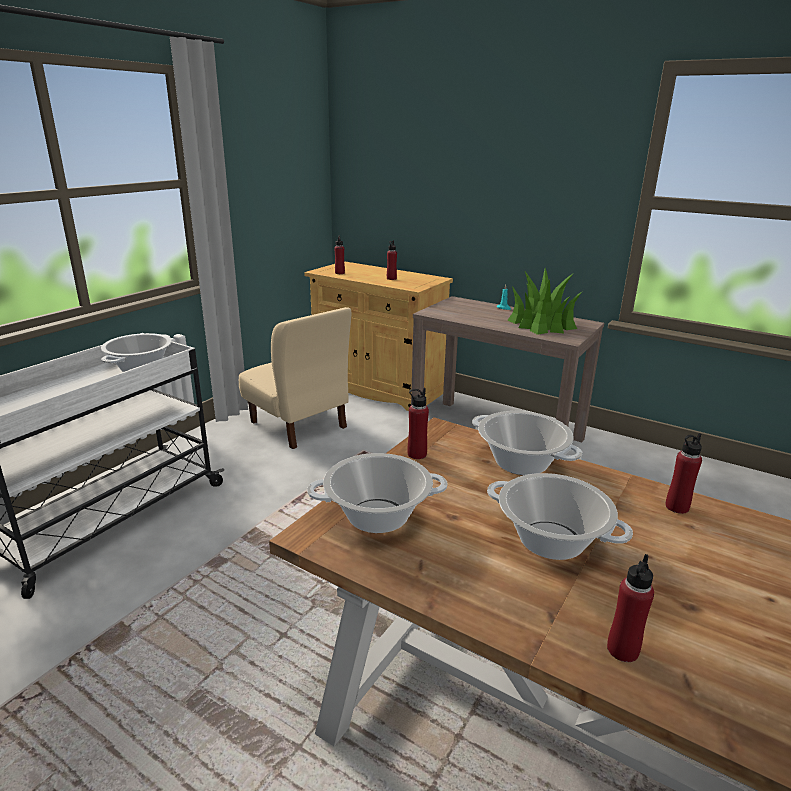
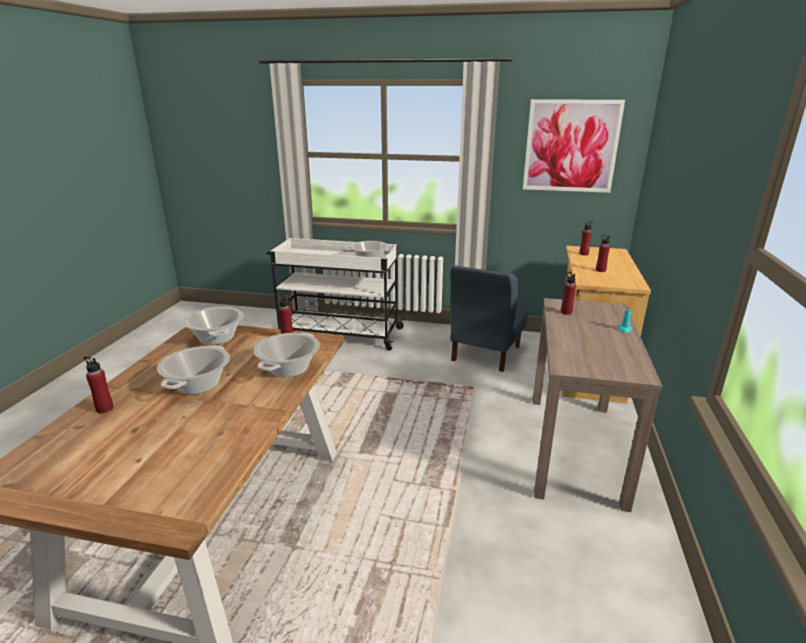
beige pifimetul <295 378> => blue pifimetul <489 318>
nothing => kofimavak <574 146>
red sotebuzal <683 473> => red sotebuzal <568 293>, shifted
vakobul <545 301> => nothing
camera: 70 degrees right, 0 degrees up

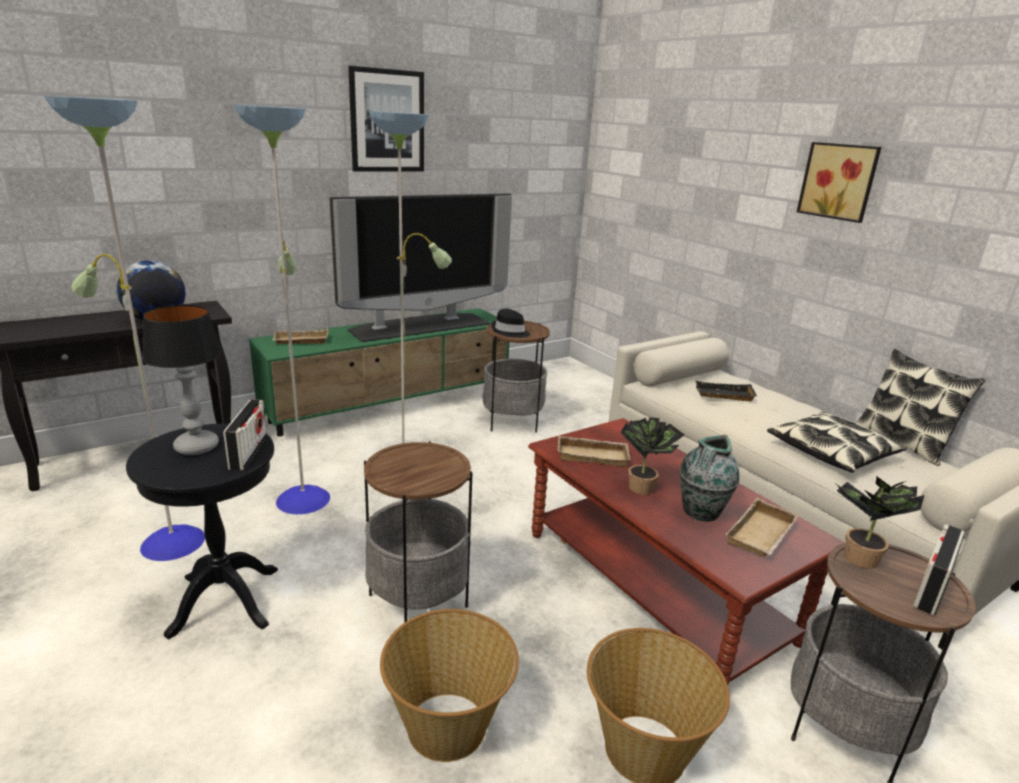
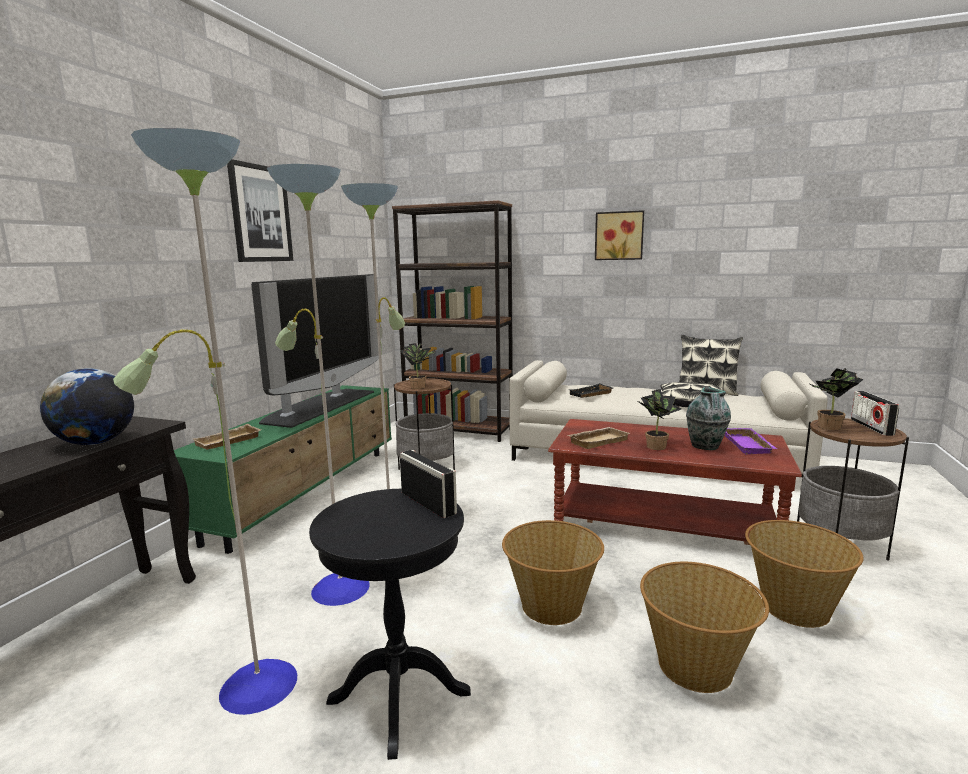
nothing => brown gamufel <452 321>
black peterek <510 323> => vakobul <418 366>
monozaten <418 532> => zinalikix <553 572>
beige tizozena <762 527> => purple tizozena <751 441>
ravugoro <182 380> => nothing
camera: 35 degrees left, 10 degrees down

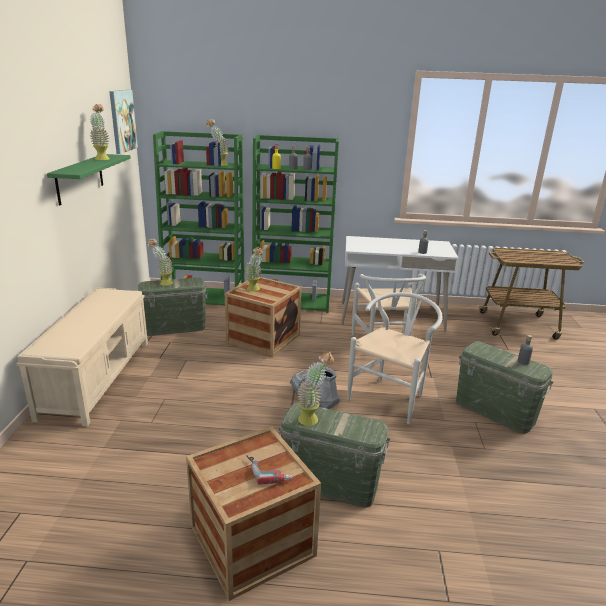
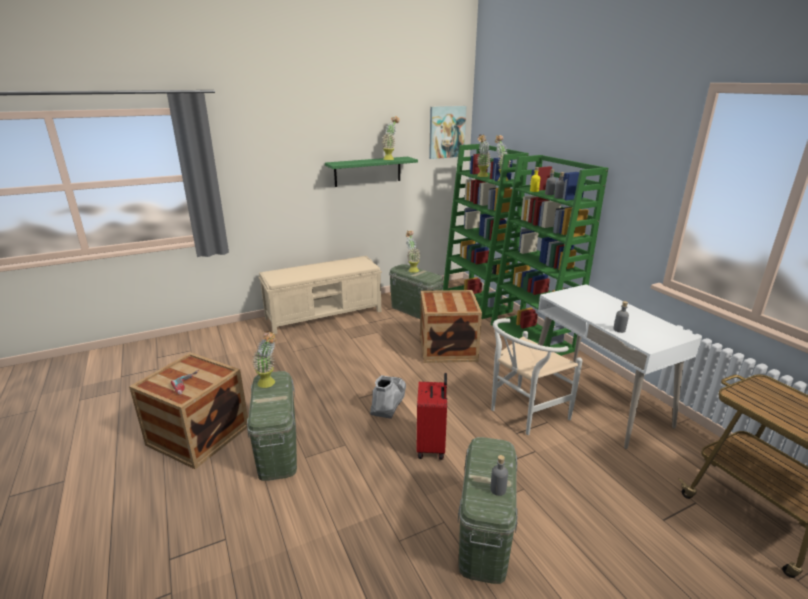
white pifimetul <395 358> => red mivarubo <431 416>
vakobul <253 268> => vakobul <484 155>, shifted
camera: 60 degrees right, 0 degrees up

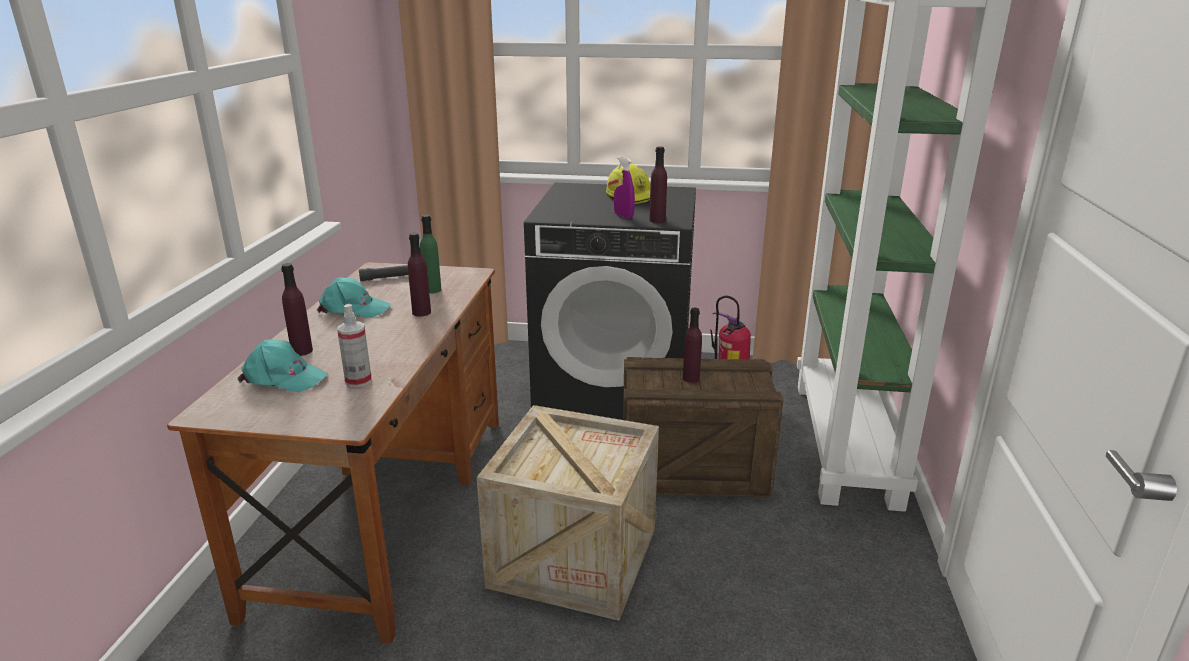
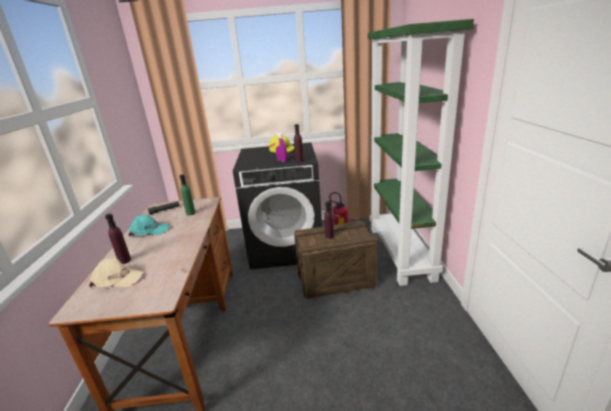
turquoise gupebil <283 365> => beige gupebil <116 273>
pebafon <354 346> => nothing
purple sotebuzal <419 274> => nothing
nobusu <568 513> => nothing
camera: 10 degrees left, 0 degrees up

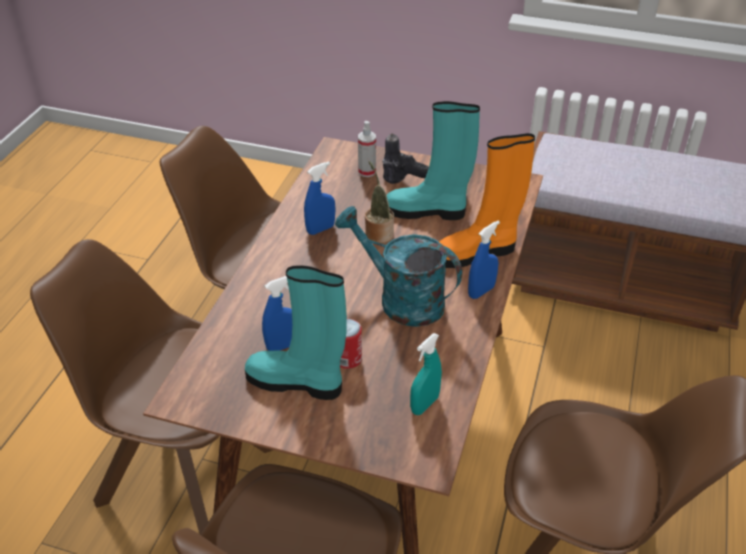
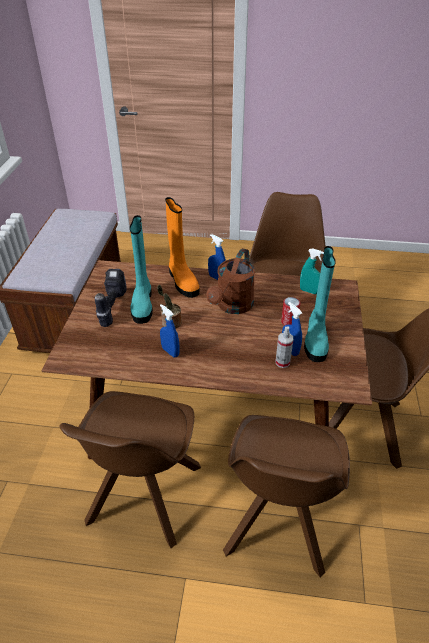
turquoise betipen <398 266> => brown betipen <230 281>
pebafon <367 149> => pebafon <284 347>, shifted
camera: 100 degrees left, 0 degrees up

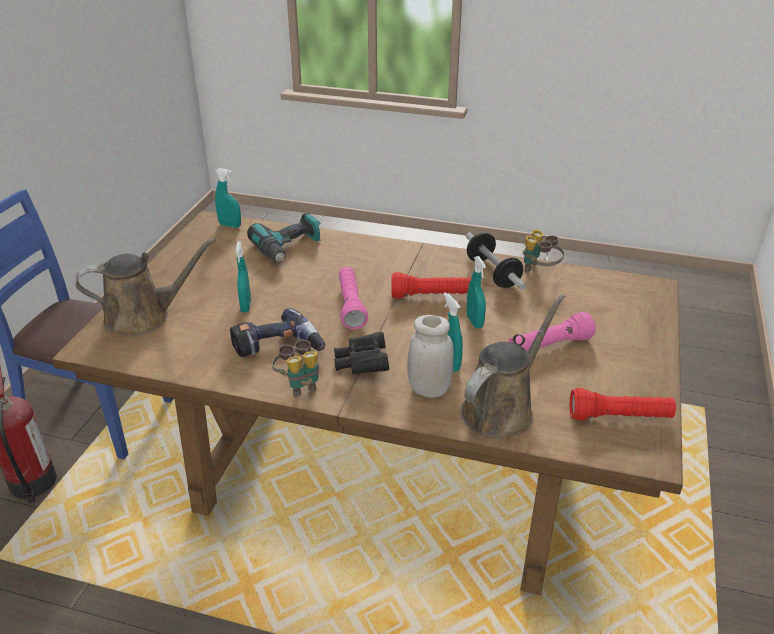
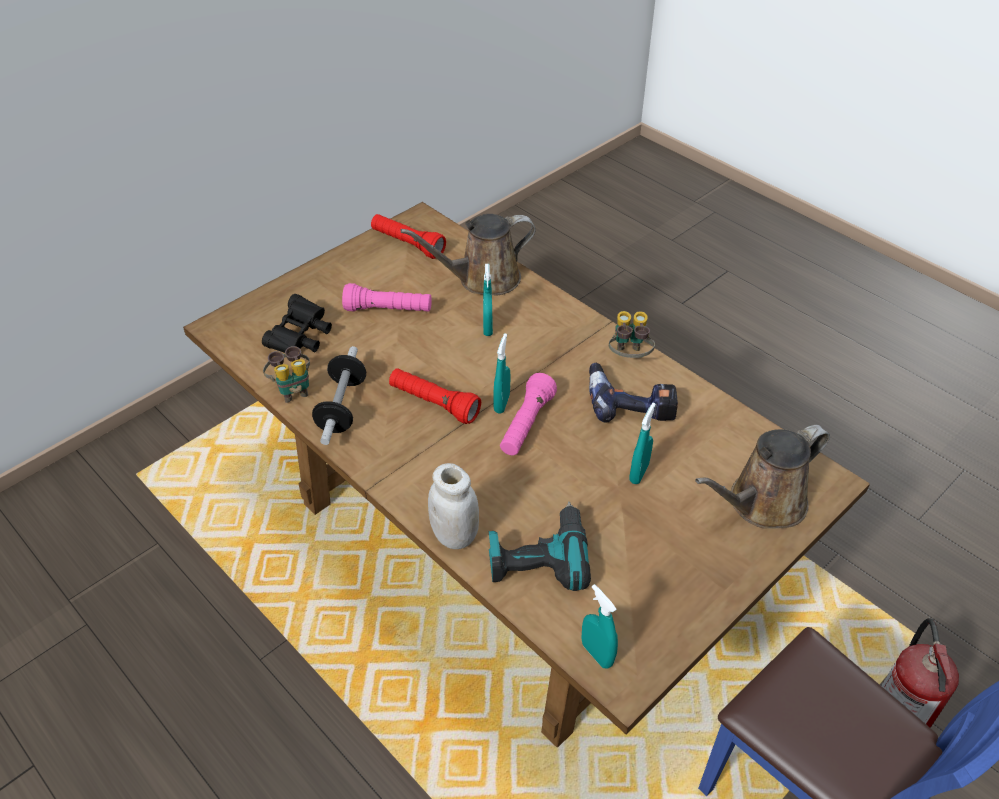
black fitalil <361 353> => black fitalil <297 323>, shifted
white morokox <430 356> => white morokox <453 506>, shifted
turquoise pebafon <476 292> => turquoise pebafon <502 373>, shifted
brown betipen <146 286> => brown betipen <762 477>, 45 degrees counterclockwise
camera: 150 degrees left, 10 degrees up

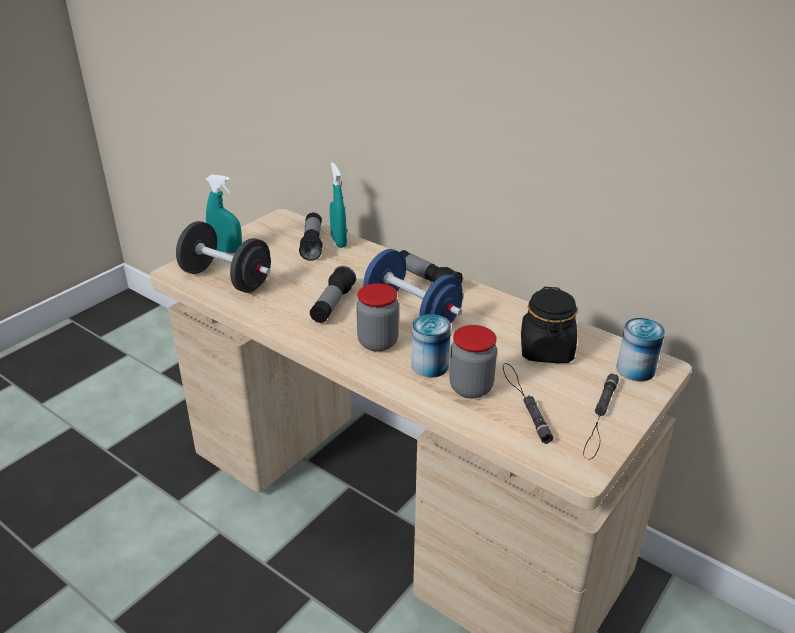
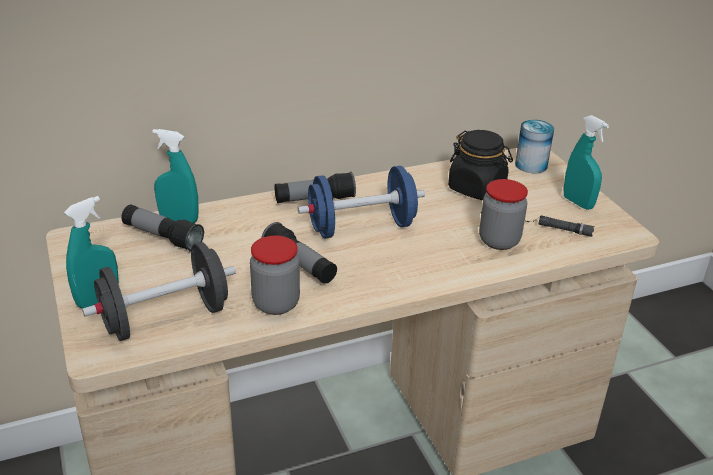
morokox <377 317> => morokox <275 275>, shifted
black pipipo <601 416> => turquoise pebafon <586 162>
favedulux <431 346> => nothing
camera: 60 degrees left, 0 degrees up

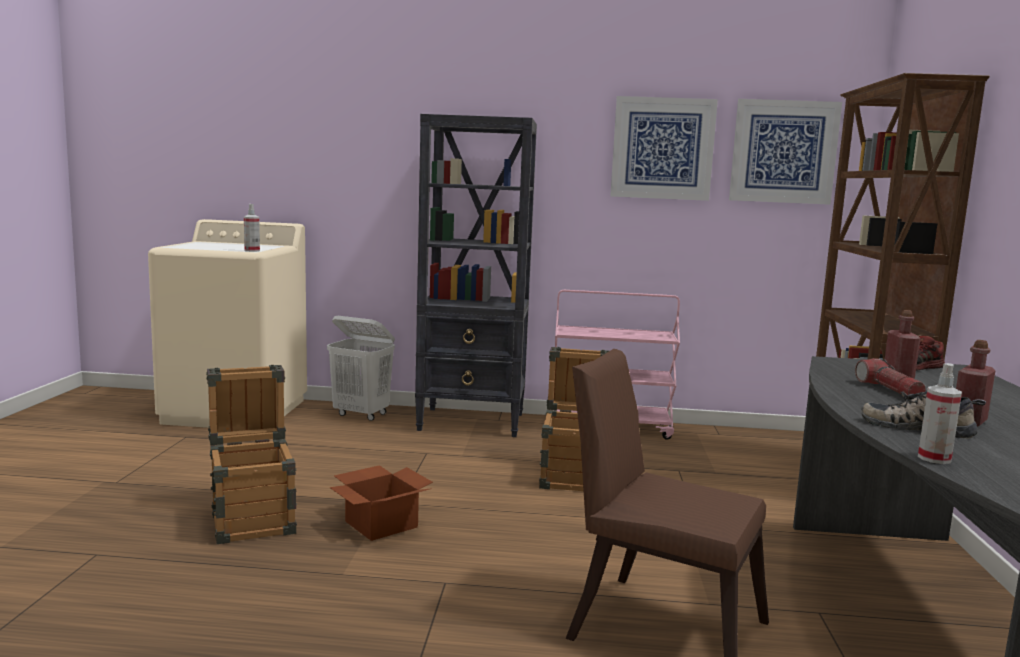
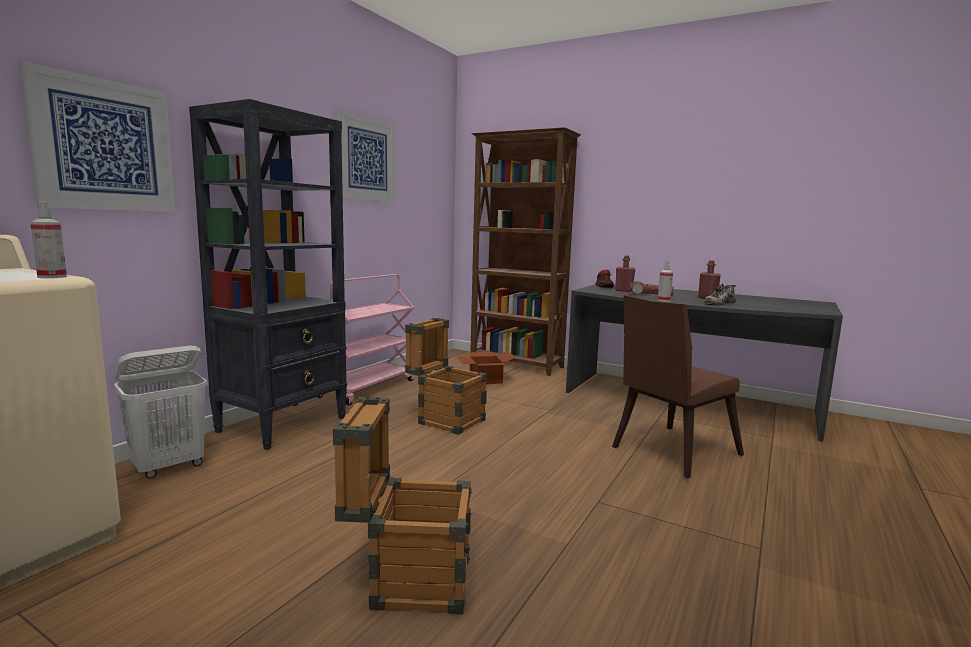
kofimavak <785 152> => kofimavak <97 136>, shifted
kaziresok <381 503> => kaziresok <487 367>, shifted
pebafon <940 413> => pebafon <665 281>, shifted
camera: 65 degrees left, 0 degrees up

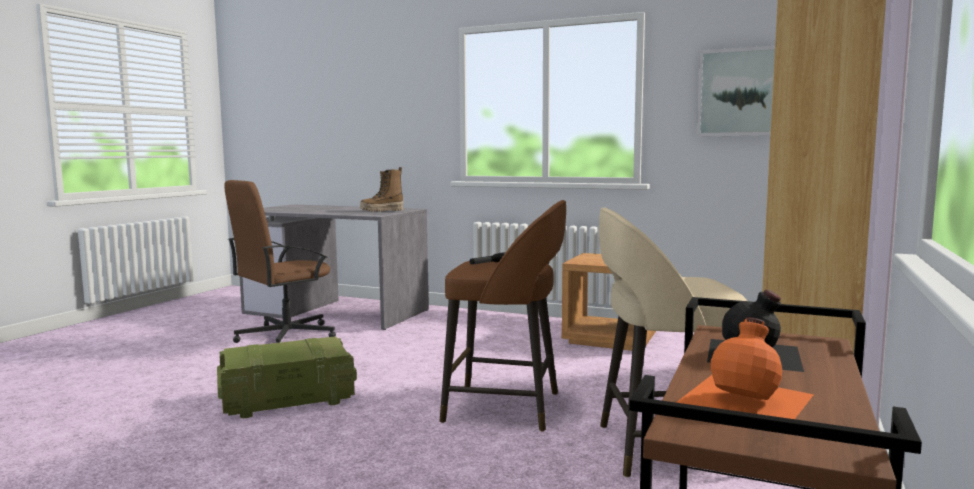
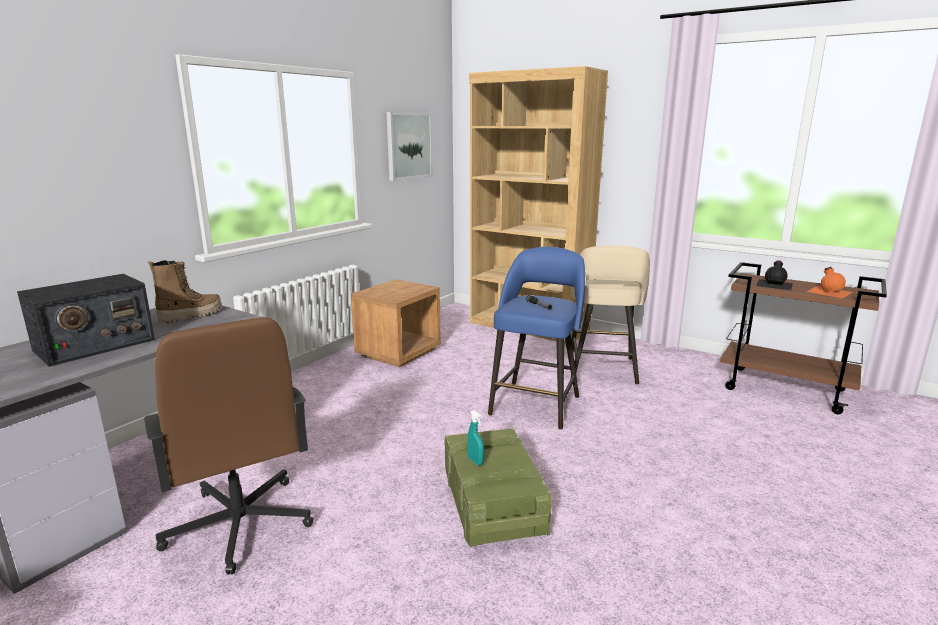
nothing => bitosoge <86 320>
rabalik <381 189> => rabalik <185 292>, 120 degrees counterclockwise
nothing => turquoise pebafon <475 438>
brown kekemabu <503 315> => blue kekemabu <536 338>
camera: 80 degrees left, 10 degrees up

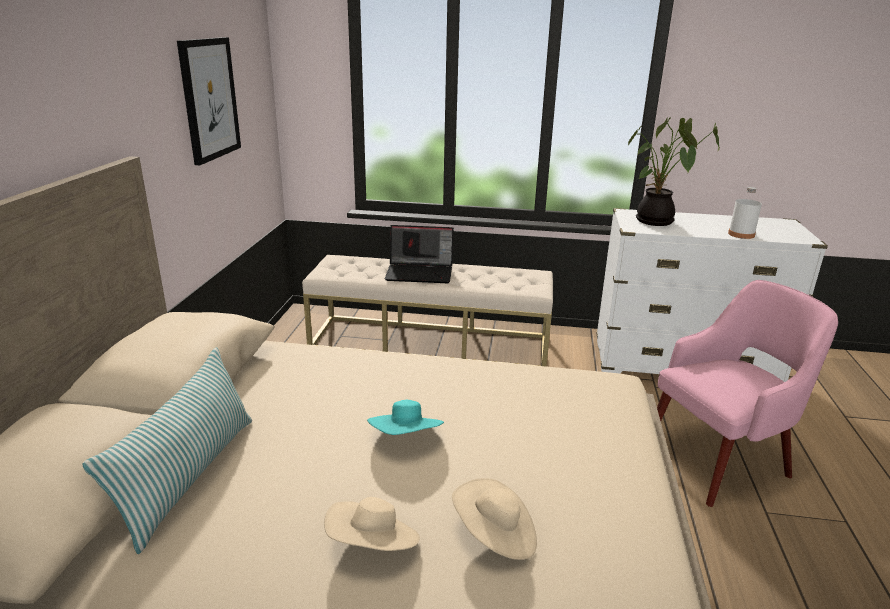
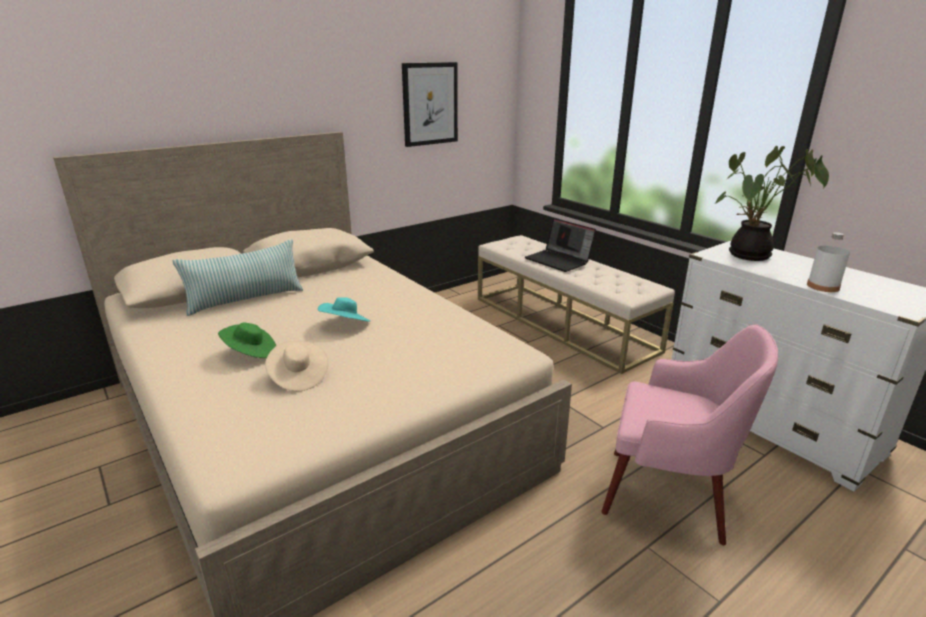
beige peterek <372 524> => green peterek <247 340>
camera: 45 degrees right, 0 degrees up

